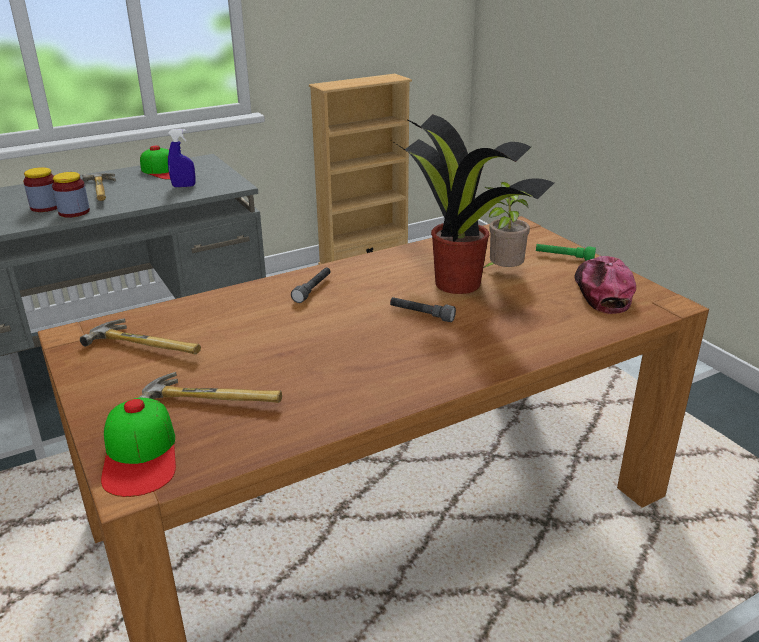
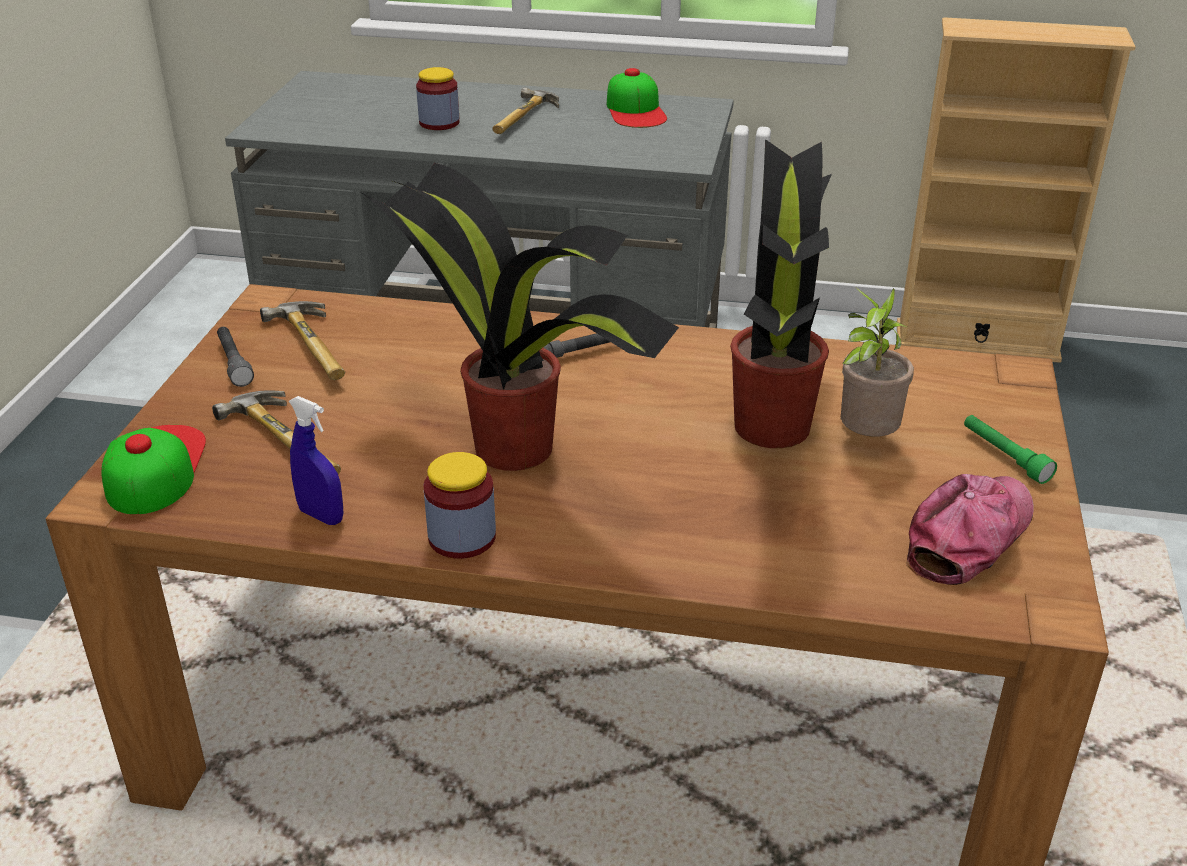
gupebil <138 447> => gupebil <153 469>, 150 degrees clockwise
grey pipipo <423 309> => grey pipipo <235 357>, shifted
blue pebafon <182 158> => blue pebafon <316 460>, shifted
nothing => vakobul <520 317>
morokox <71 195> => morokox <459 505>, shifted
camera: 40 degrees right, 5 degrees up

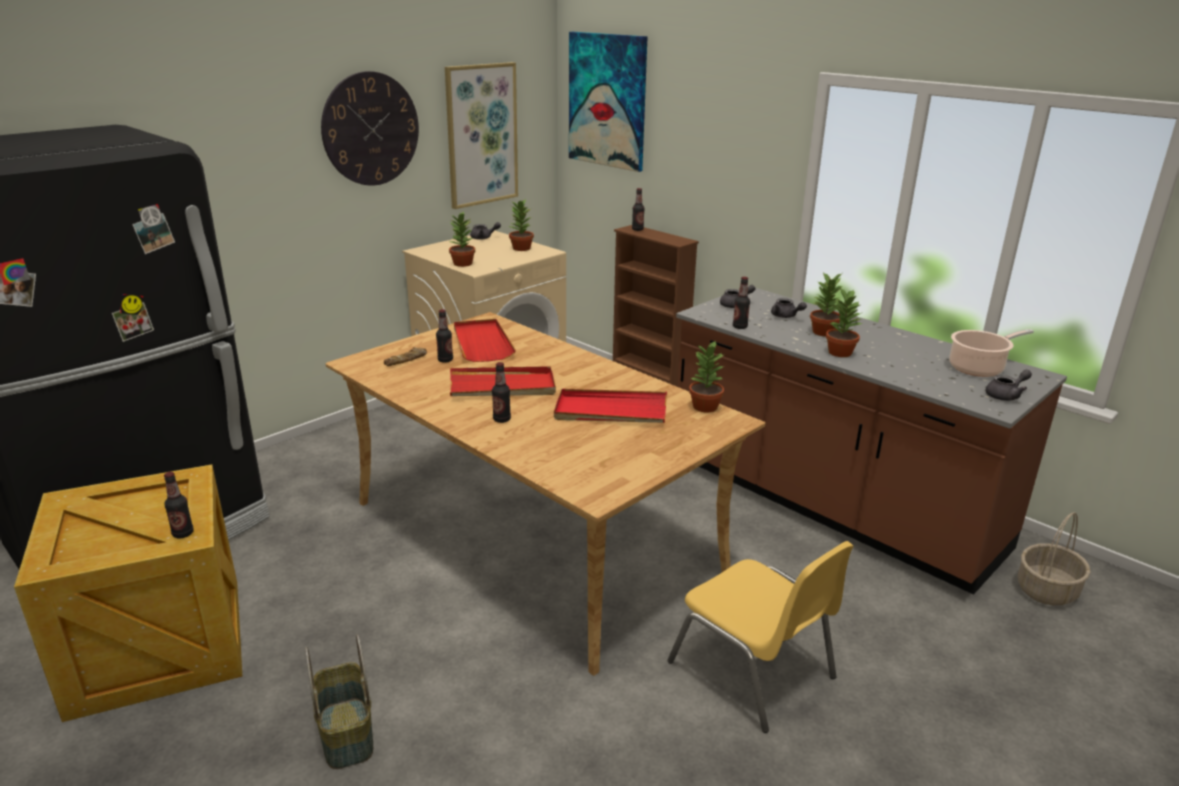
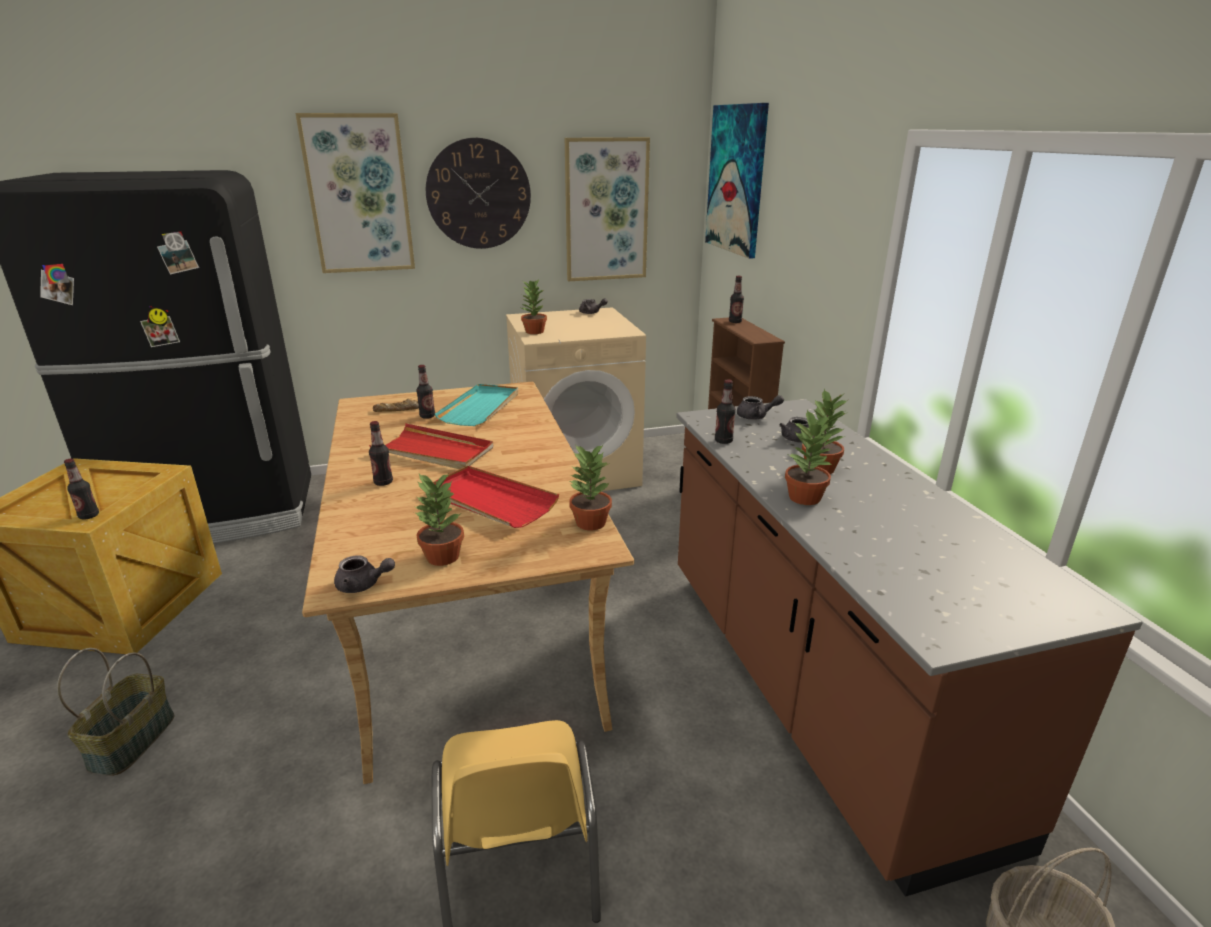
nothing => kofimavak <355 193>
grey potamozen <1009 385> => grey potamozen <364 574>, shifted
vakobul <521 225> => vakobul <438 519>, shifted
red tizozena <485 340> => turquoise tizozena <476 405>
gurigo <991 353> => nothing
camera: 30 degrees right, 0 degrees up

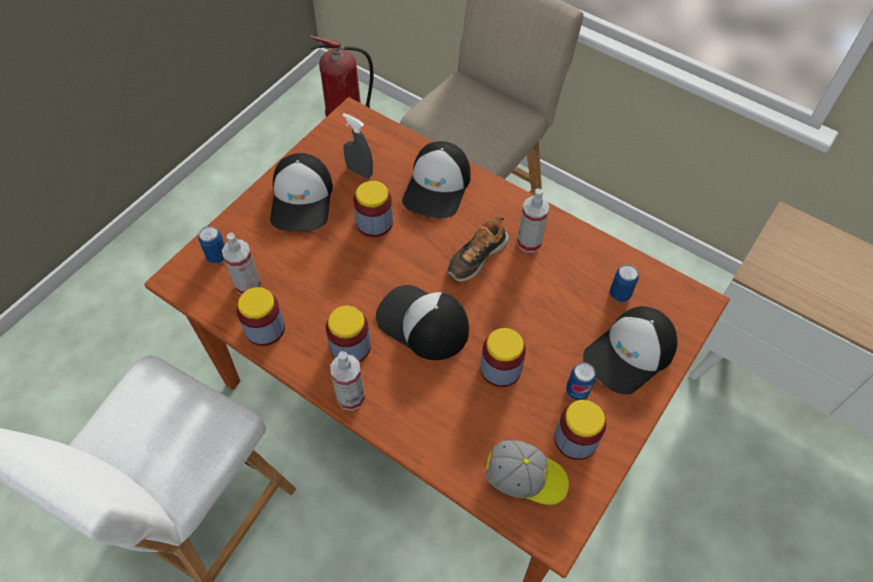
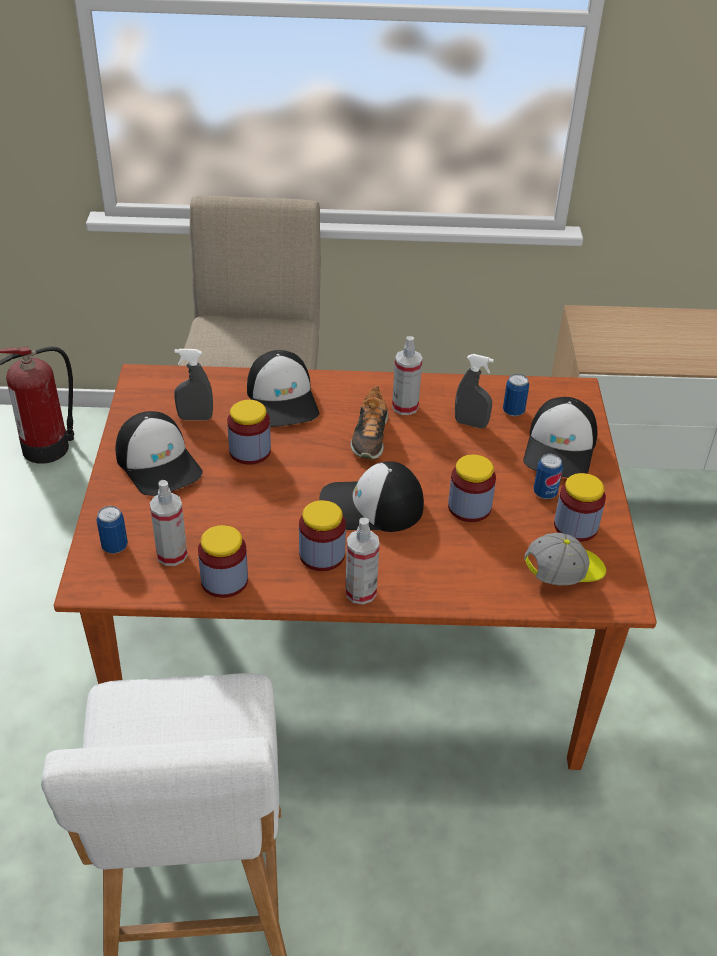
nothing => grey pebafon <474 391>
camera: 35 degrees left, 15 degrees down

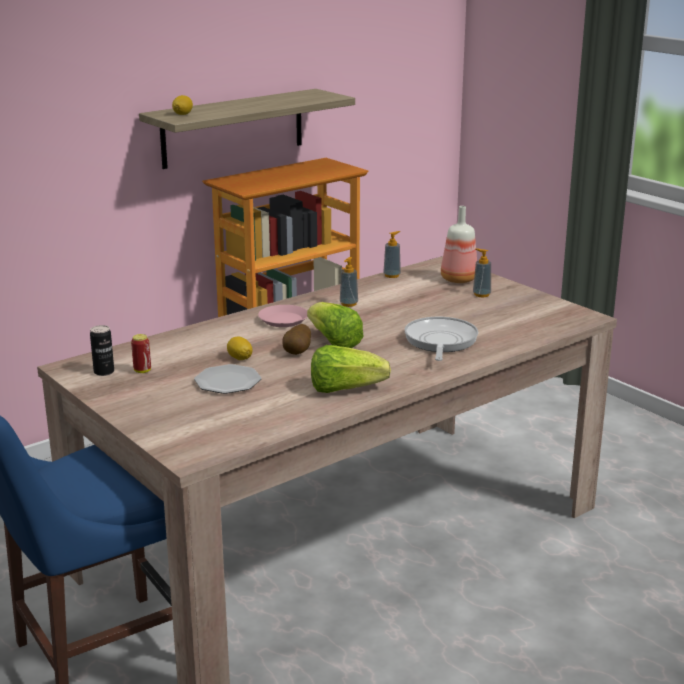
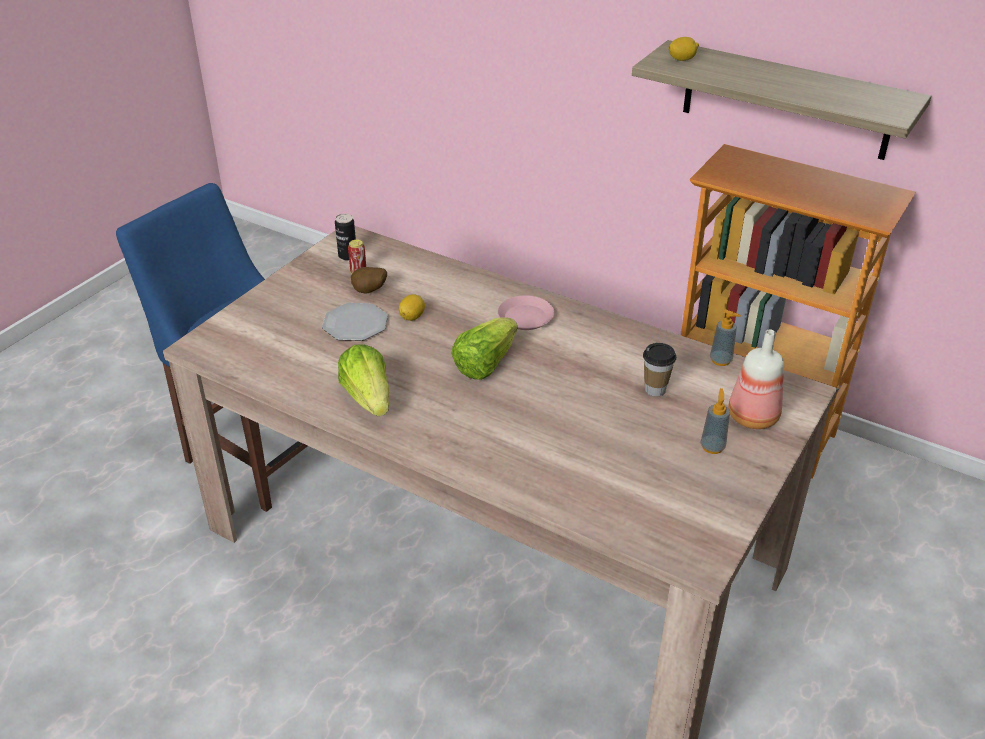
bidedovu <296 339> => bidedovu <369 280>, shifted
nothing => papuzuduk <659 369>
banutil <349 282> => nothing
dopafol <441 339> => nothing
camera: 70 degrees right, 15 degrees up

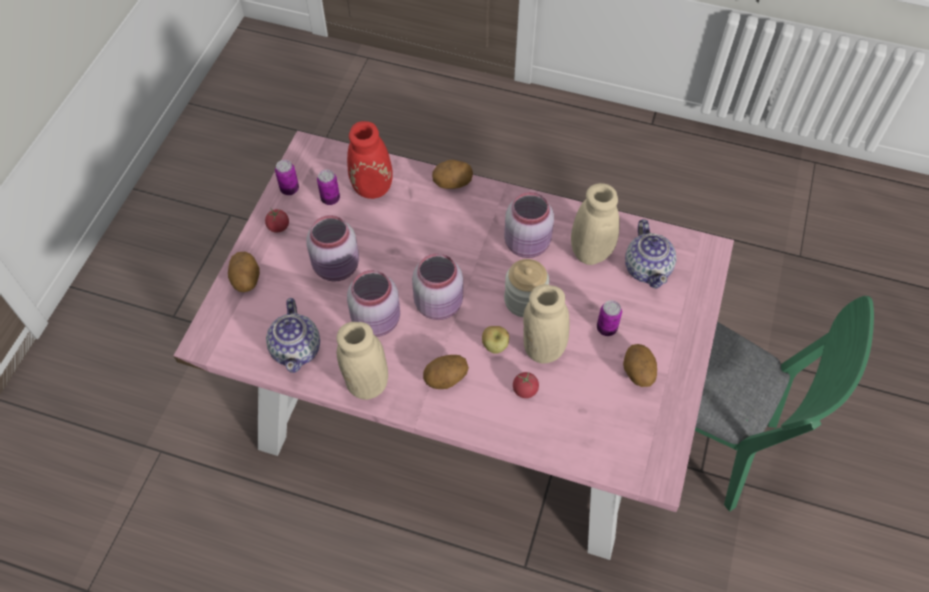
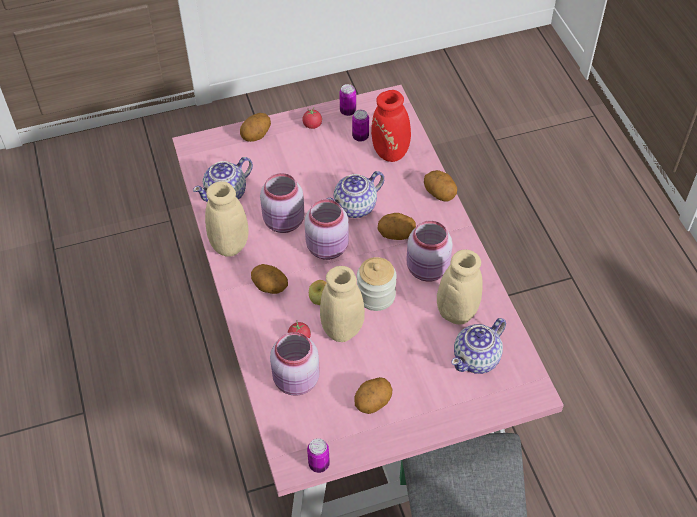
pink morokox <332 248> => pink morokox <295 364>, shifted
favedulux <609 318> => favedulux <318 455>, shifted
nothing => potamozen <355 194>
nothing => bidedovu <396 226>
camera: 55 degrees right, 5 degrees down

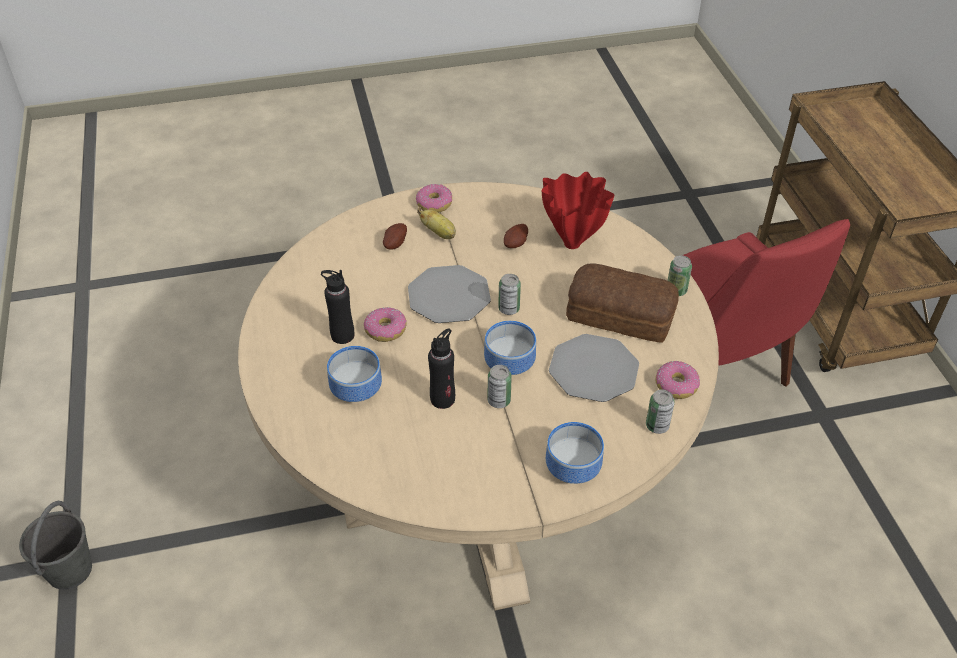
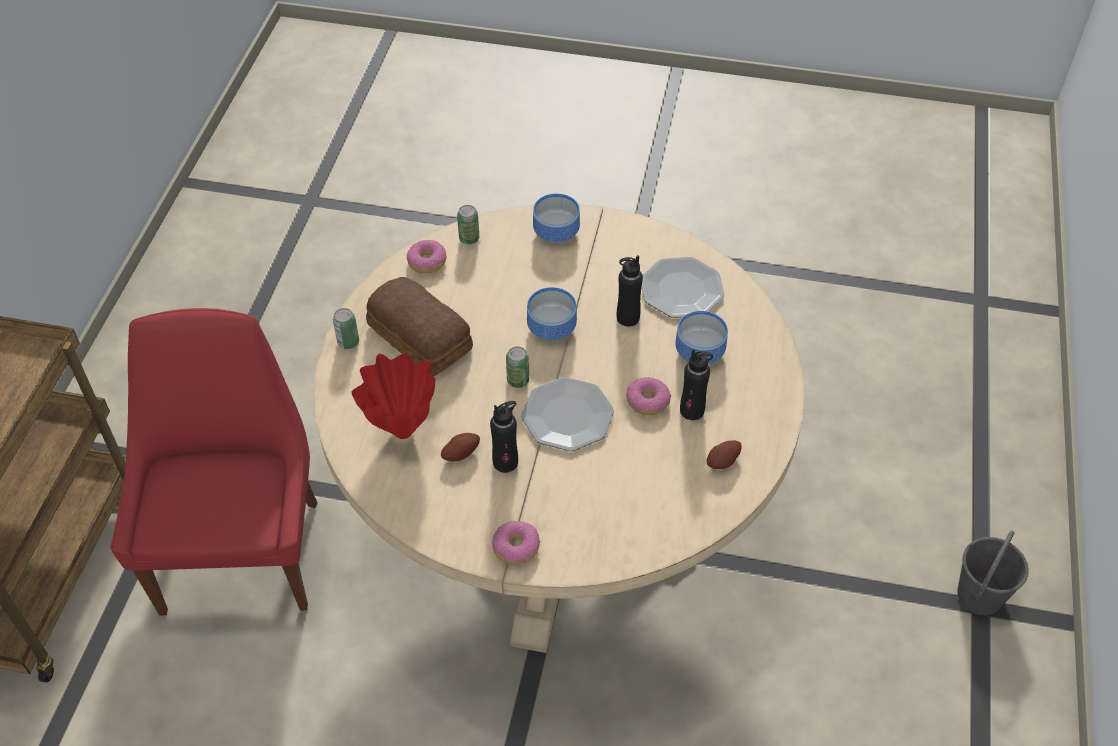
nothing => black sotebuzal <504 437>
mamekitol <594 368> => mamekitol <683 287>, shifted
bidedovu <395 236> => bidedovu <724 454>, shifted
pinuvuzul <436 223> => nothing
favedulux <500 386> => nothing
camera: 155 degrees left, 5 degrees up

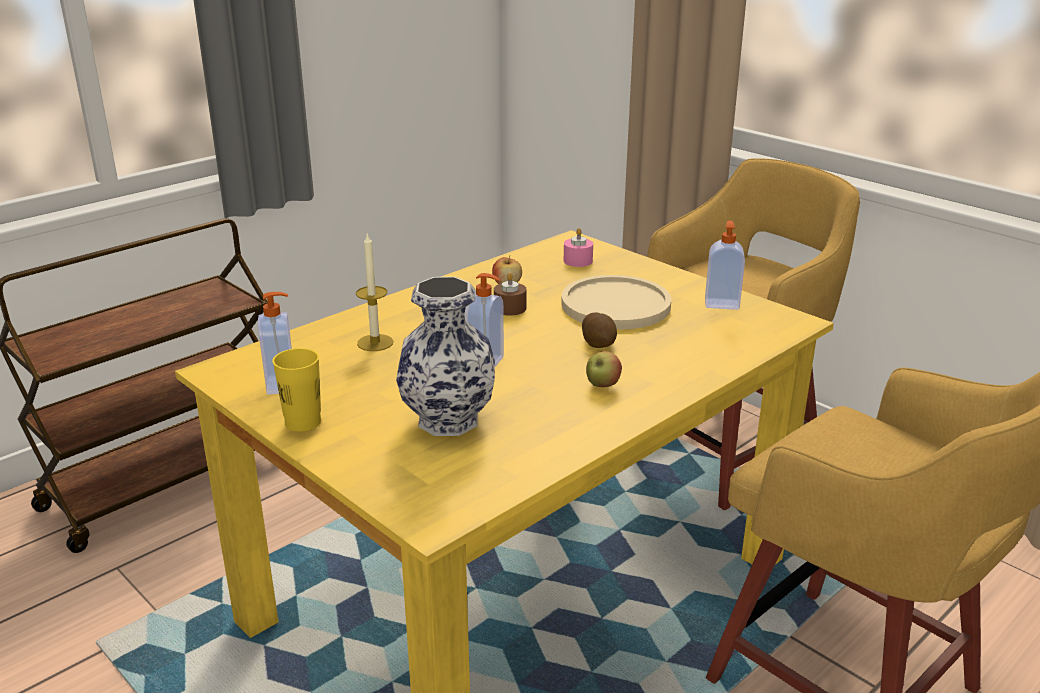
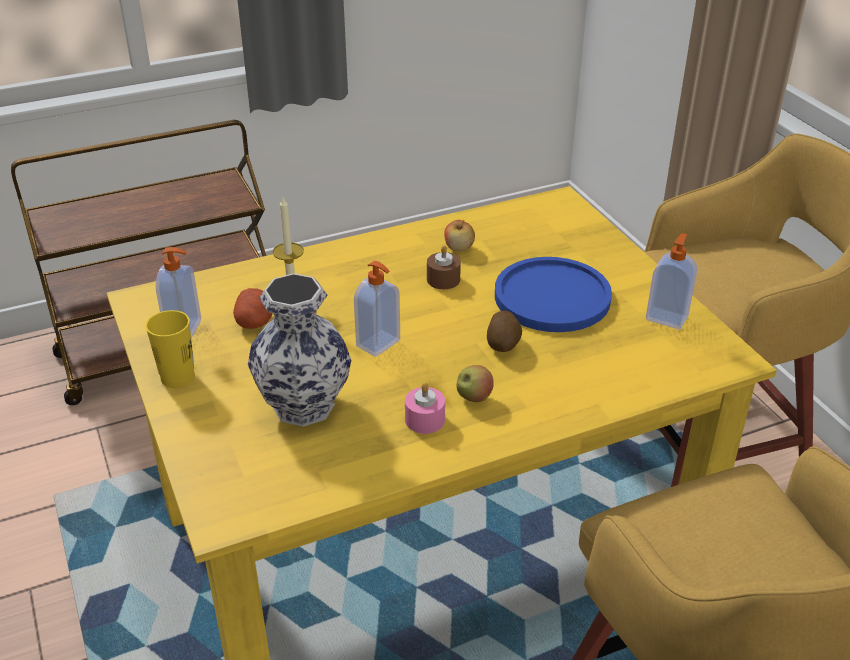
nothing => bidedovu <253 308>
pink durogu <578 247> => pink durogu <425 408>, shifted
beige mamekitol <616 302> => blue mamekitol <553 294>
camera: 20 degrees right, 10 degrees up

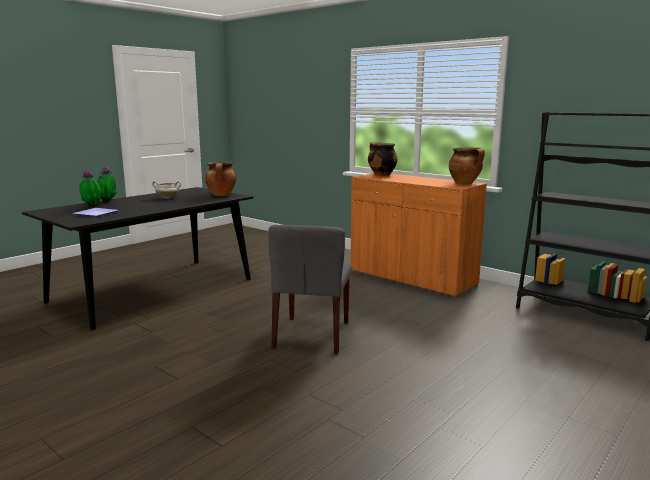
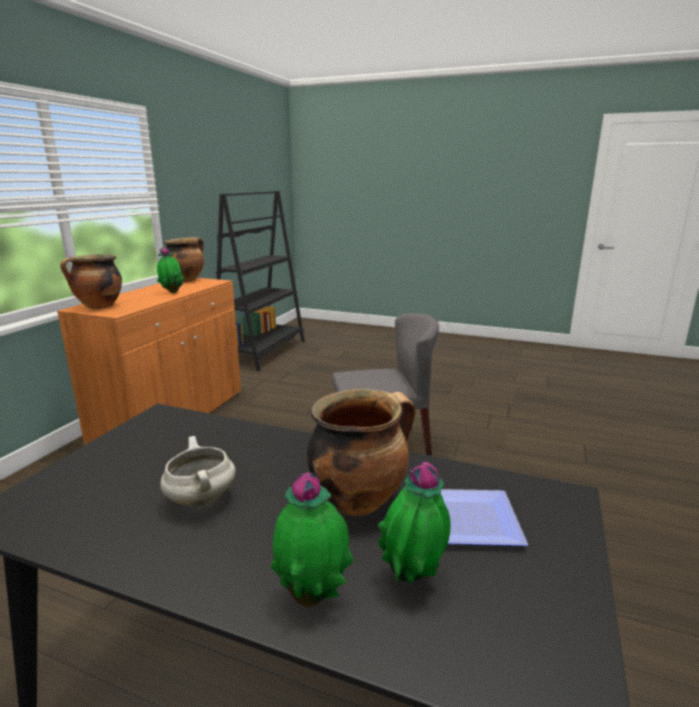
nothing => vakobul <170 269>
gurigo <220 179> => gurigo <361 452>, shifted
camera: 110 degrees left, 5 degrees up

